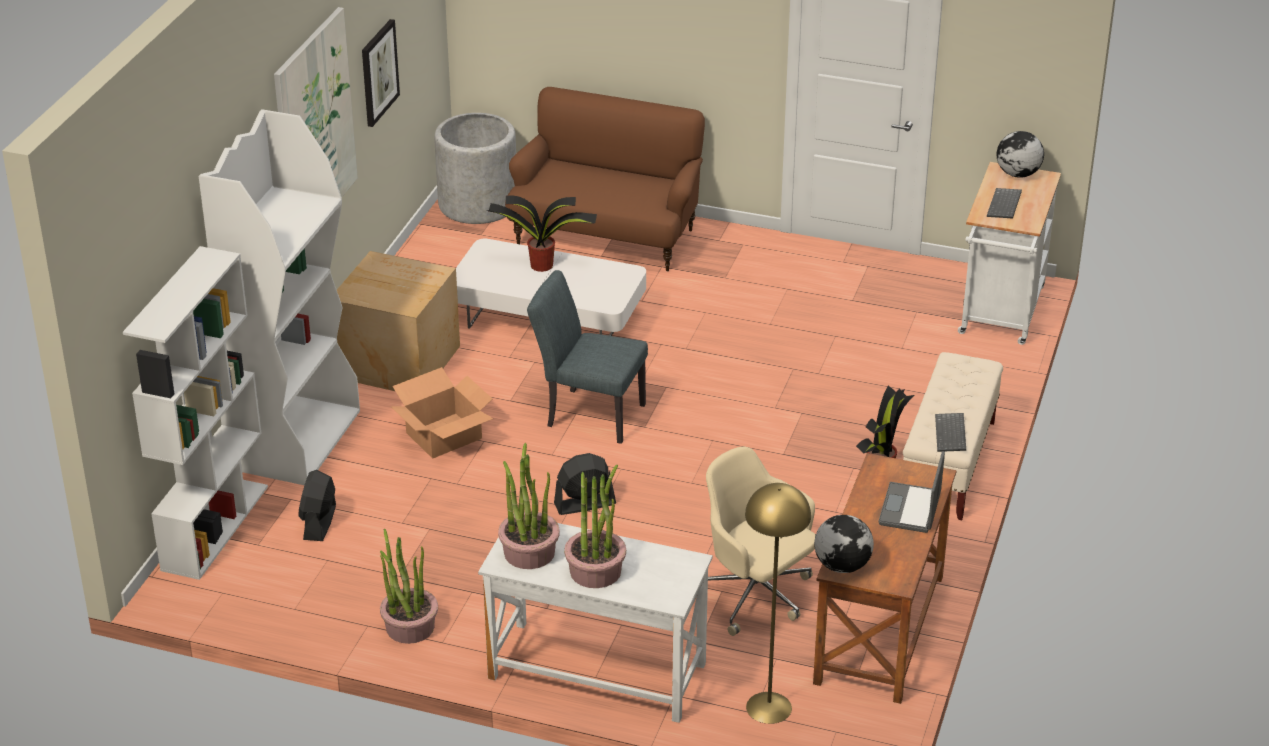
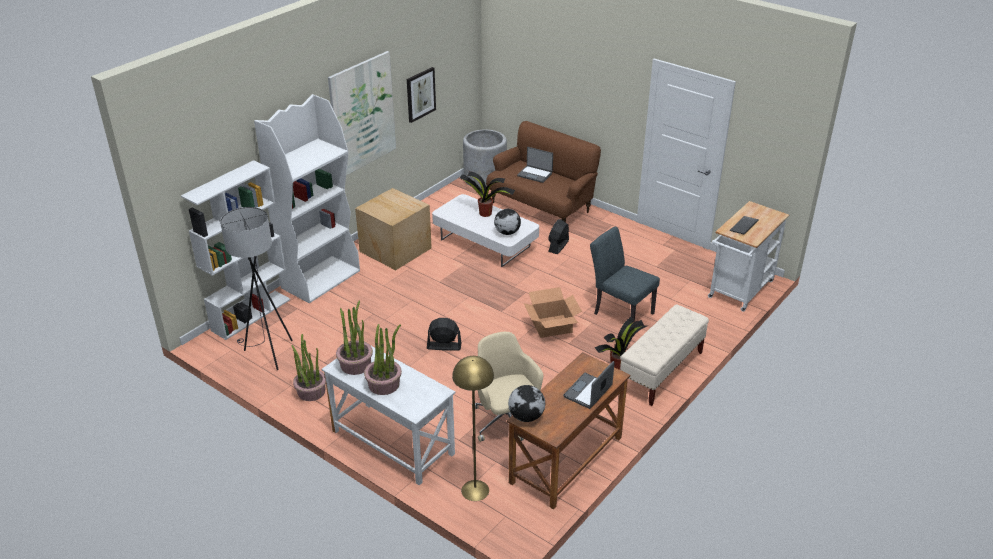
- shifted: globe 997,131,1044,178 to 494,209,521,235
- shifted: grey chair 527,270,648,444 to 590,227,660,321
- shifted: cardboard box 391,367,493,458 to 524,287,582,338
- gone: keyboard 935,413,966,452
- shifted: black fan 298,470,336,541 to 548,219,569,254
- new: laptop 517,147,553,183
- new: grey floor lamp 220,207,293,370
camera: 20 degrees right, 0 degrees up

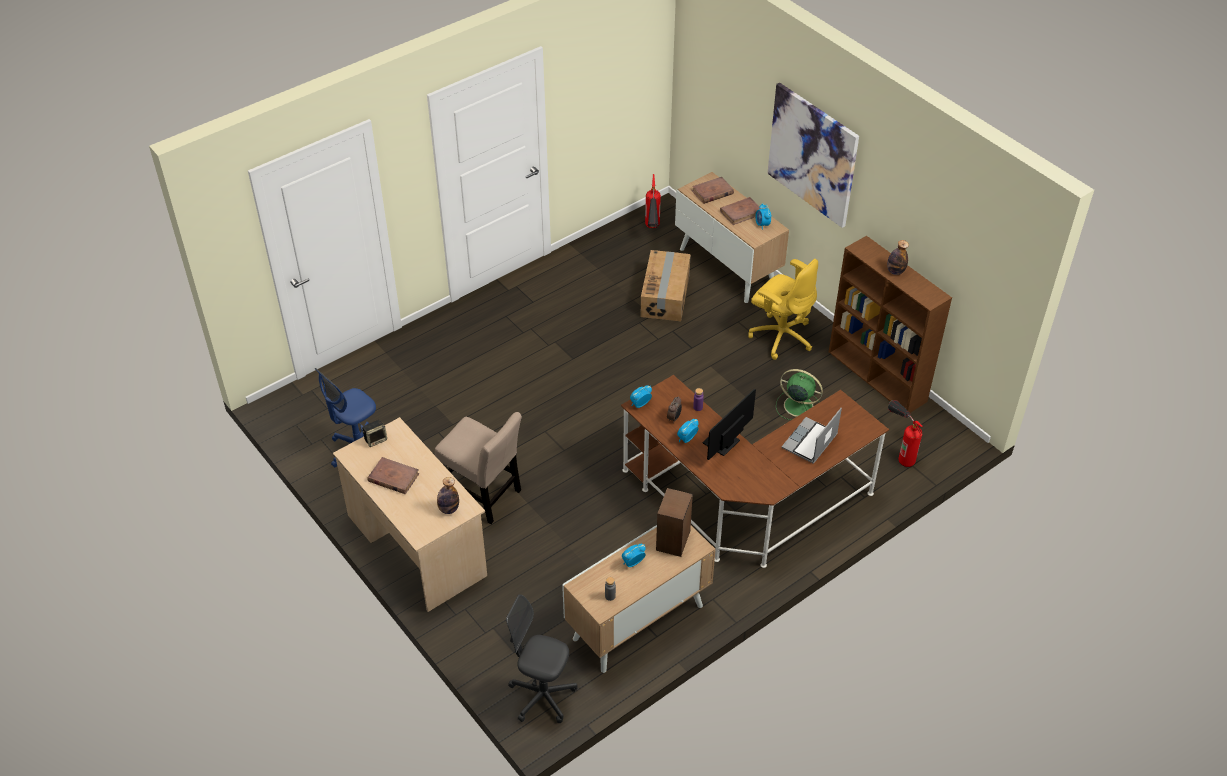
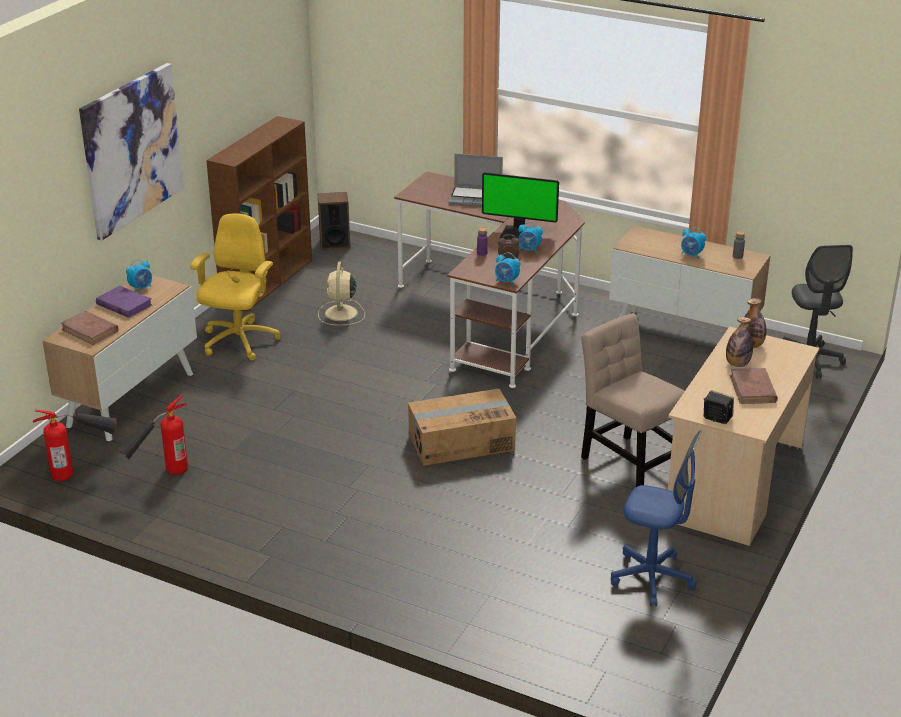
- repainted: brown book 720,197,761,225 to purple book 96,286,152,318
- shifted: bottle 887,240,909,275 to 726,317,753,367
- shifted: cardboard box 640,250,691,321 to 408,389,516,466
- repainted: green fan 776,369,823,420 to beige fan 318,261,365,325
- shifted: fire extinguisher 888,400,923,467 to 117,395,188,475
- rotated: beige chair 434,412,522,524 = 581,313,685,487 45 degrees counterclockwise
- shifted: speaker 656,488,693,557 to 318,192,350,250
camera: 115 degrees left, 15 degrees down

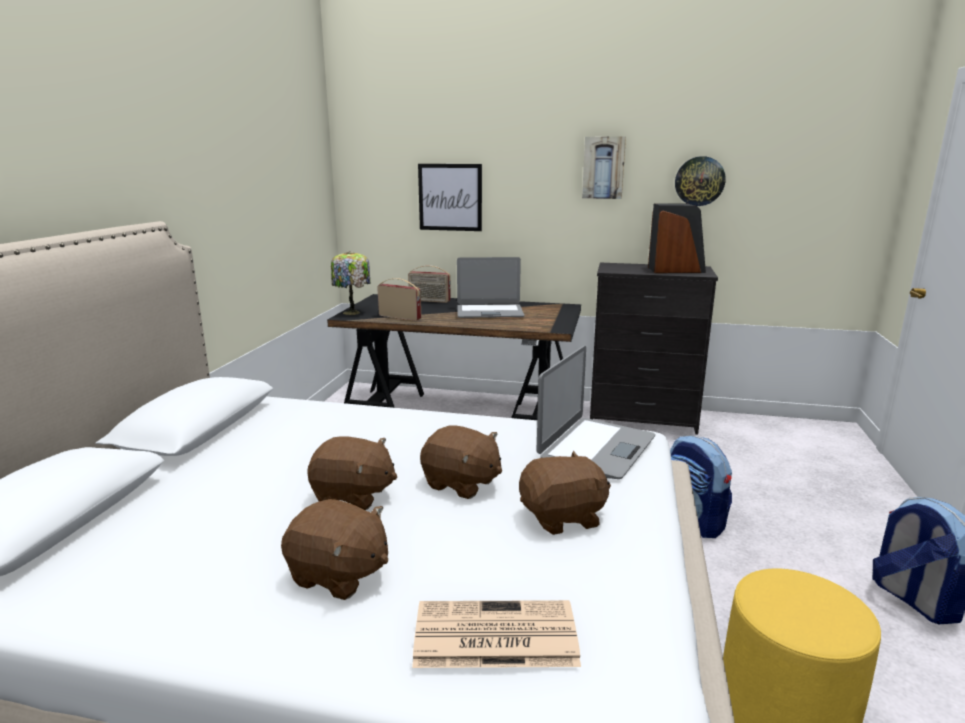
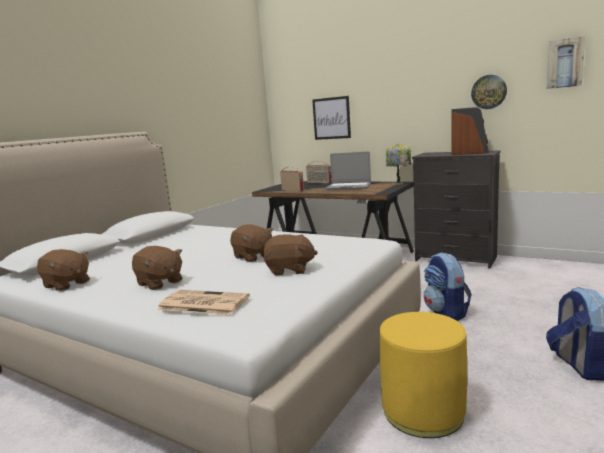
- shifted: picture 582,136,626,199 to 547,36,585,89
- shifted: table lamp 331,251,371,315 to 386,144,411,185
- gone: laptop 536,346,655,479
- shifted: brown plush toy 307,436,397,510 to 37,249,90,291
camera: 20 degrees right, 5 degrees down

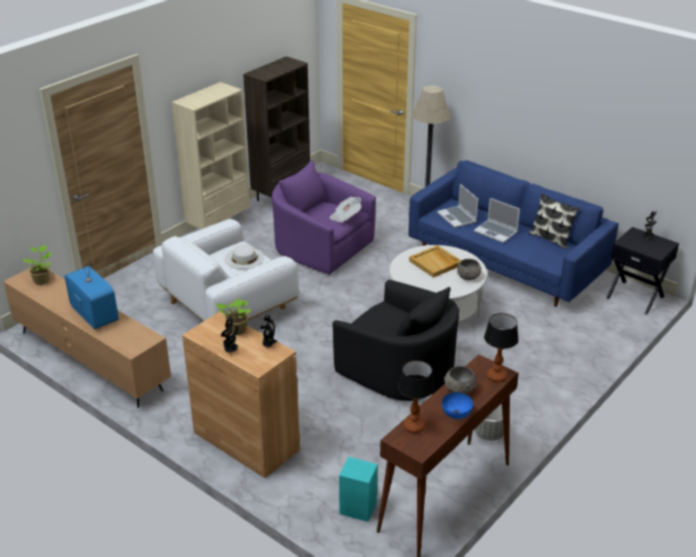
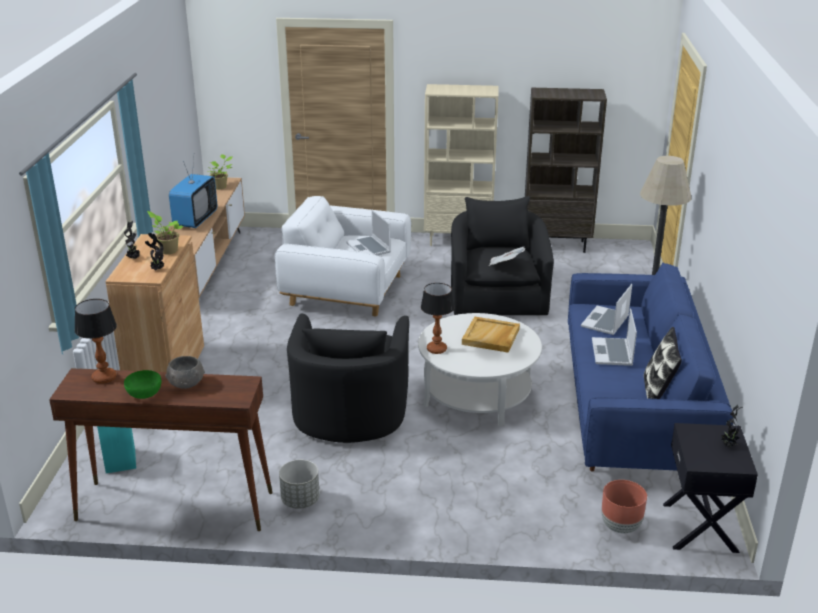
- repainted: purple armchair 272,160,376,275 to black armchair 451,196,554,315
- swapped: white hat 224,245,264,269 to laptop 346,209,391,256
- gone: grey bowl 457,259,481,280
- shifted: table lamp 484,313,519,382 to 421,283,455,354
- repainted: blue bowl 442,393,473,419 to green bowl 124,370,161,399
- new: brown planter 601,480,647,534
camera: 55 degrees right, 5 degrees down

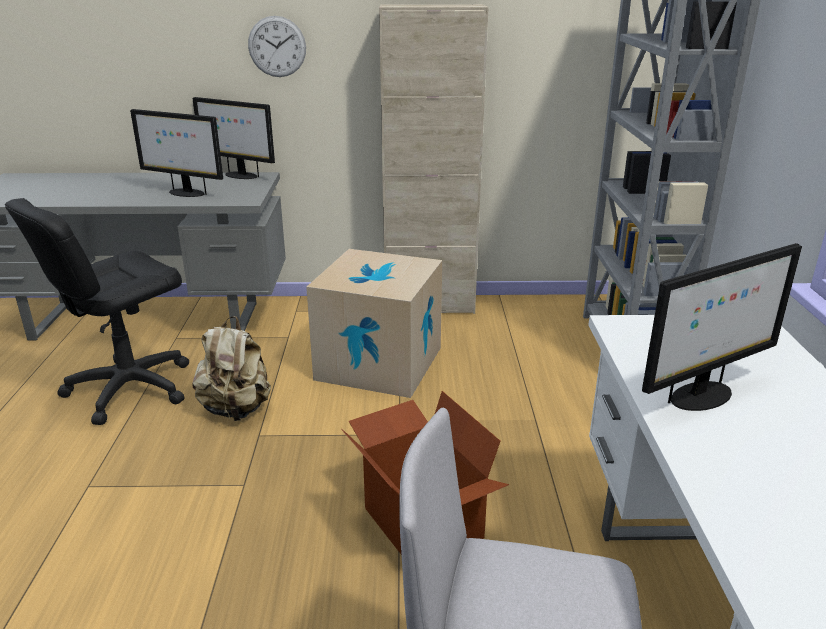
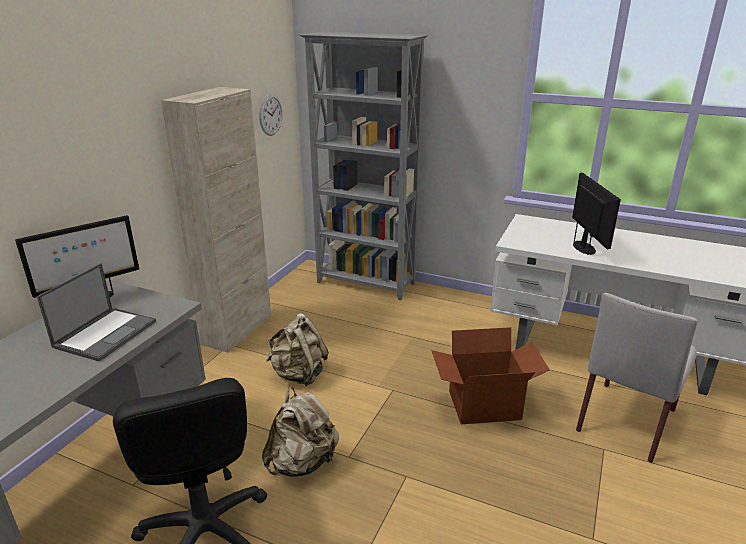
- shifted: wall clock 248,16,306,77 to 259,94,283,136
- swapped: monitor 130,109,223,197 to laptop 37,263,156,362
- swapped: cardboard box 306,249,442,398 to beige backpack 266,313,329,386
camera: 65 degrees left, 0 degrees up

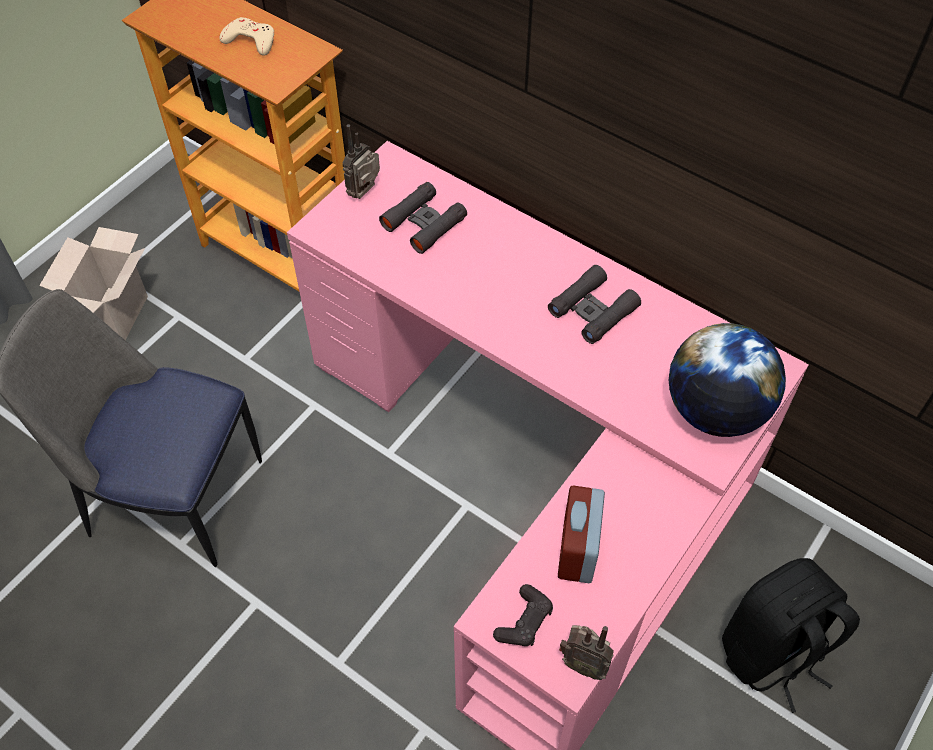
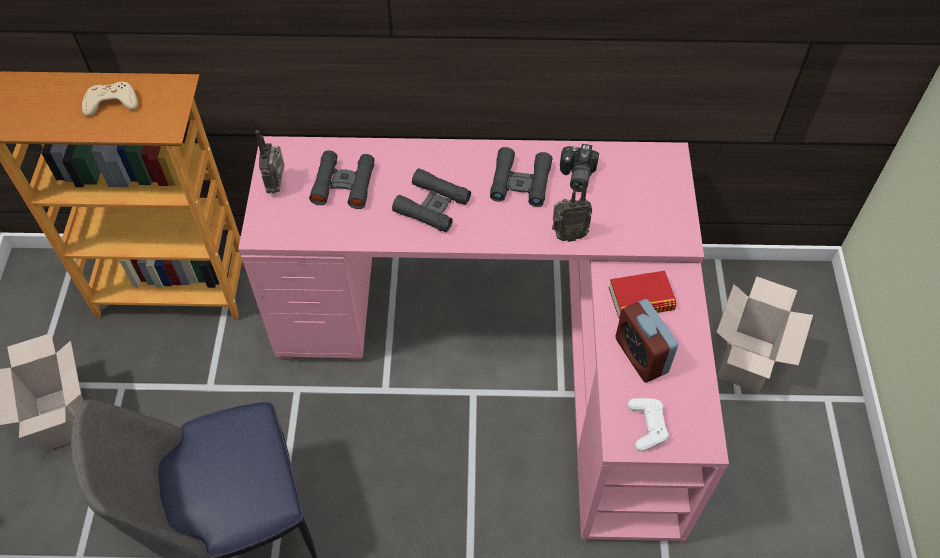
- gone: globe 669,323,786,437
- swapped: black backpack 722,558,860,713 to cardboard box 716,276,813,393
- repainted: black game controller 493,584,553,646 to white game controller 628,398,669,451
- shifted: radio 559,625,614,680 to 552,178,592,242
- new: photo camera 560,144,599,192
- new: black binoculars 392,168,471,232
- new: book 609,271,676,319
camera: 35 degrees left, 0 degrees up

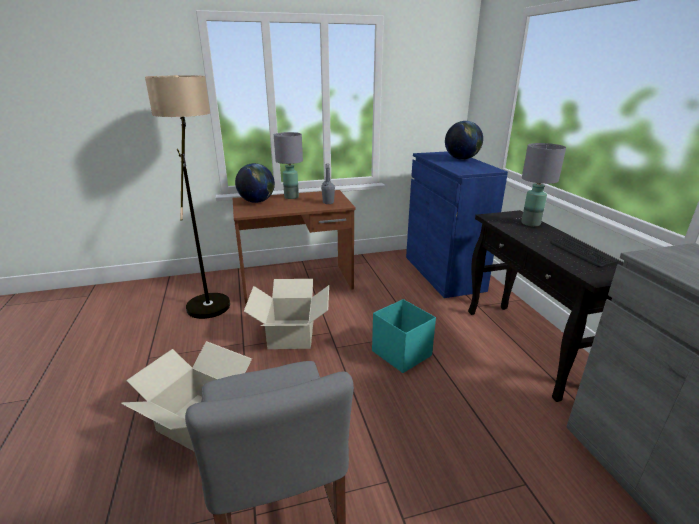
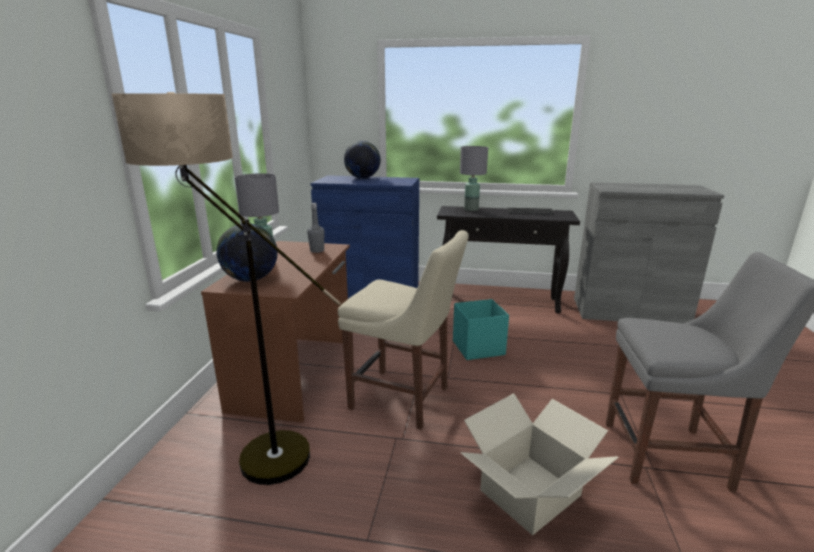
- swapped: cardboard box 244,279,329,349 to beige chair 338,230,469,429
camera: 65 degrees left, 5 degrees down

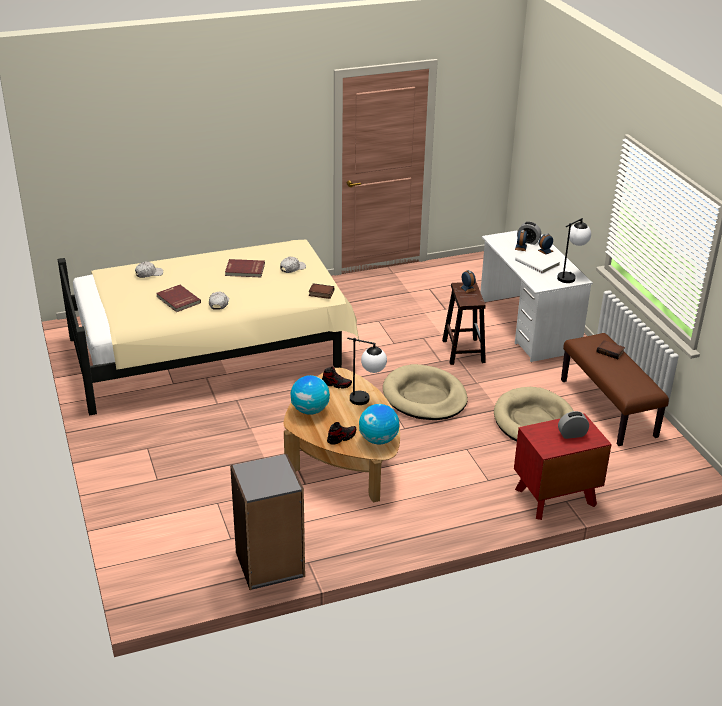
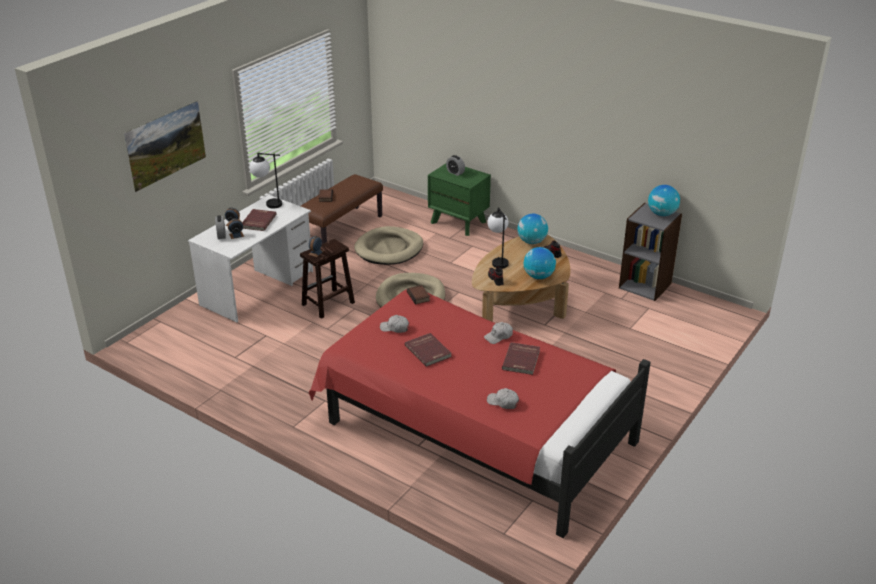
- repainted: beige bed 58,240,360,415 to red bed 308,289,651,538
- repainted: white book 515,249,560,274 to red book 242,209,277,231
- repainted: red nightstand 514,413,612,520 to green nightstand 428,164,491,236
- new: picture 124,101,206,192
- new: globe 648,185,680,216
camera: 125 degrees left, 0 degrees up

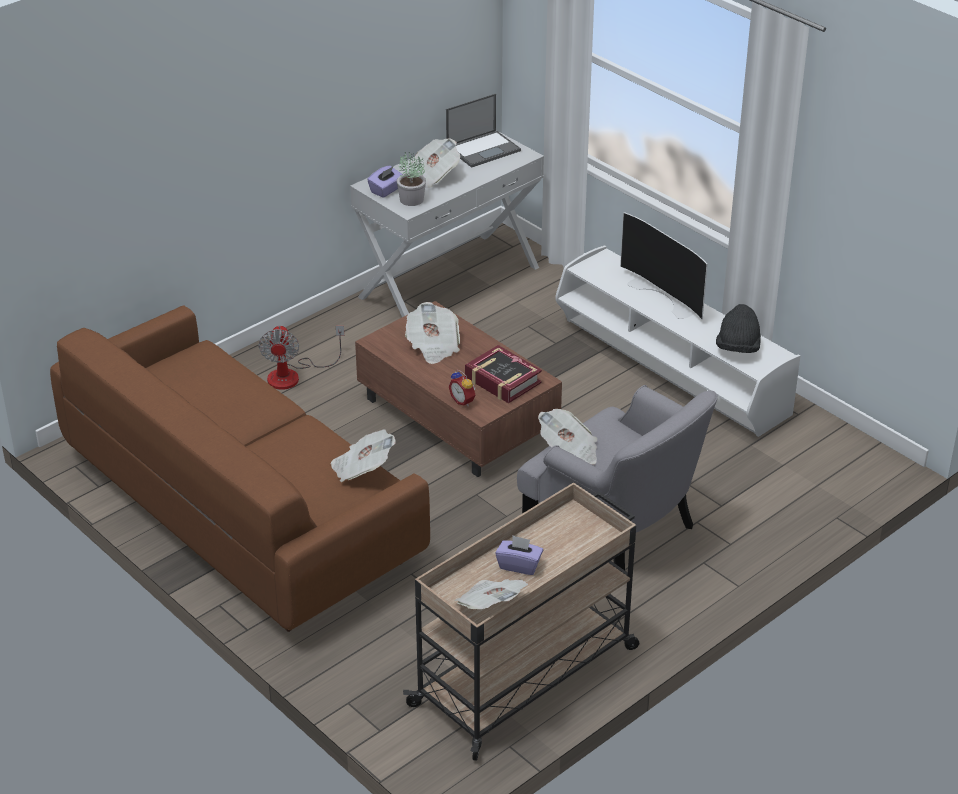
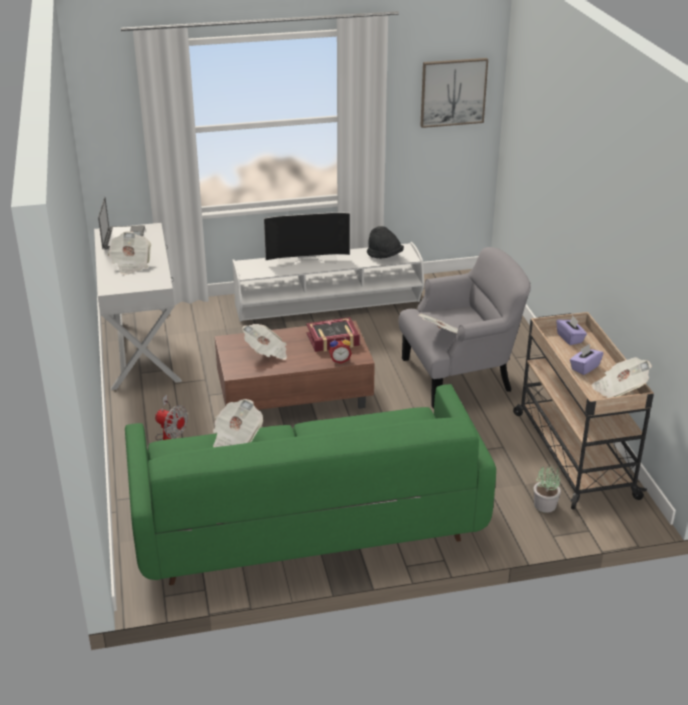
- shifted: potted plant 397,152,426,206 to 534,465,561,513
- shifted: purple tissue box 367,166,403,198 to 556,316,587,345
- repainted: brown sofa 50,305,430,632 to green sofa 125,384,496,585
- shifted: newspaper 331,430,396,482 to 213,399,263,447
- new: picture 421,58,488,128
camera: 60 degrees left, 5 degrees down

